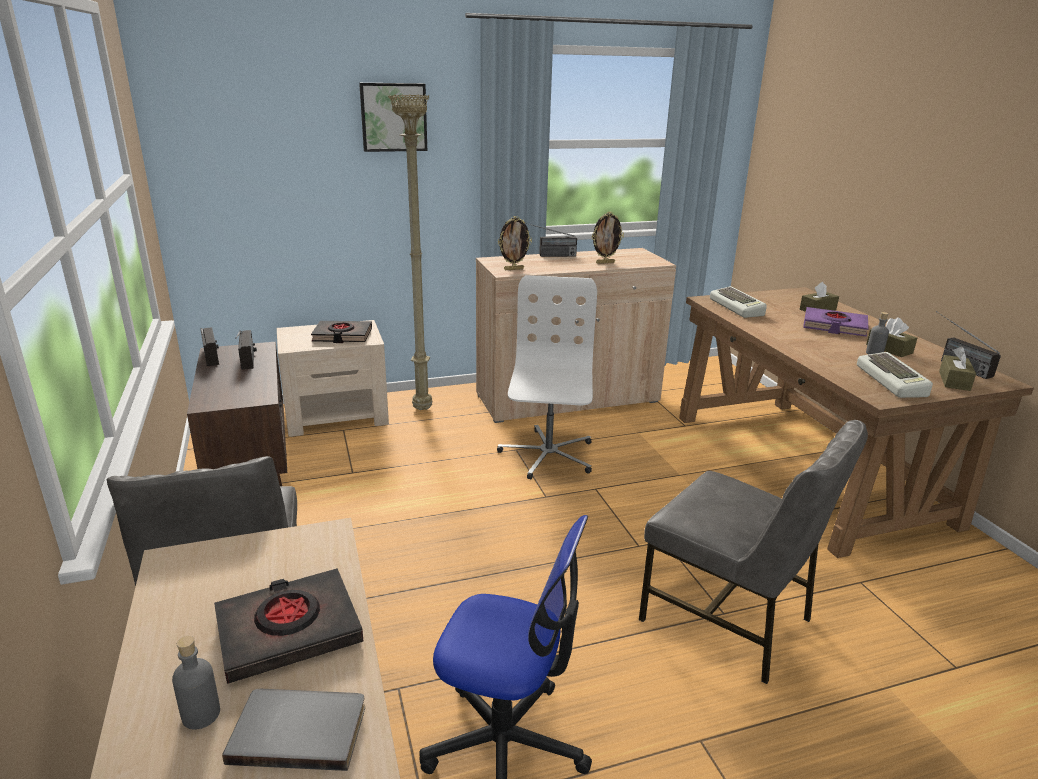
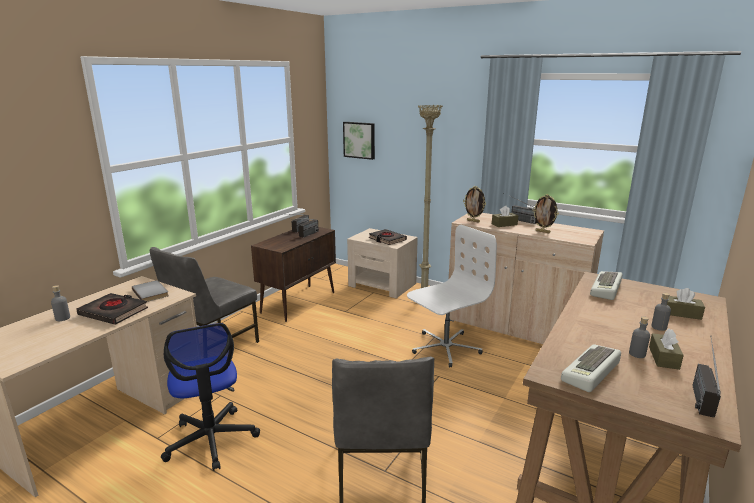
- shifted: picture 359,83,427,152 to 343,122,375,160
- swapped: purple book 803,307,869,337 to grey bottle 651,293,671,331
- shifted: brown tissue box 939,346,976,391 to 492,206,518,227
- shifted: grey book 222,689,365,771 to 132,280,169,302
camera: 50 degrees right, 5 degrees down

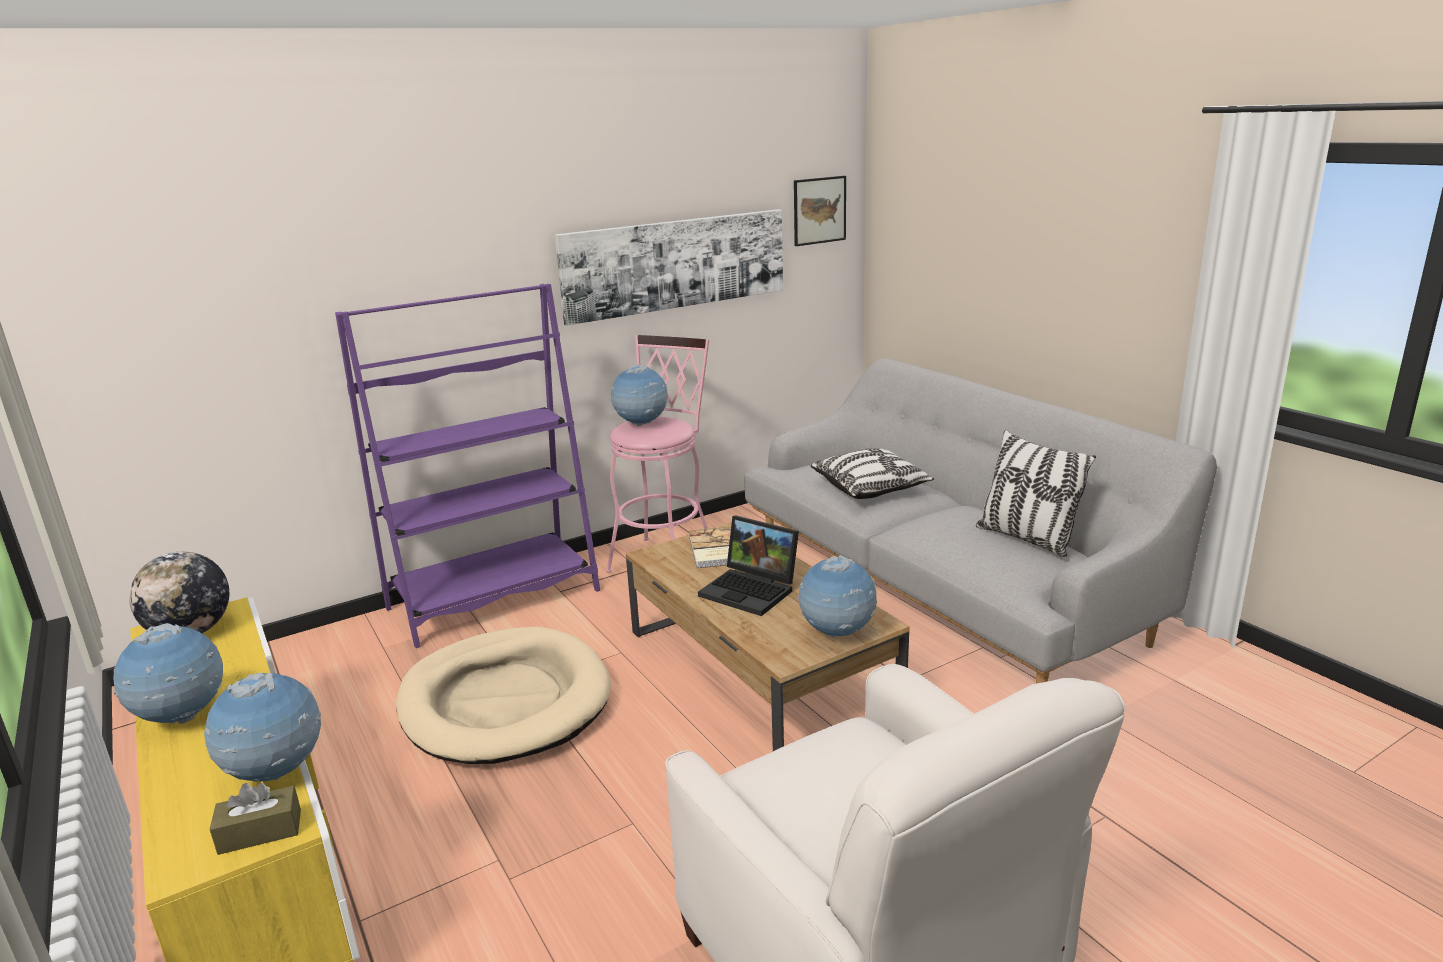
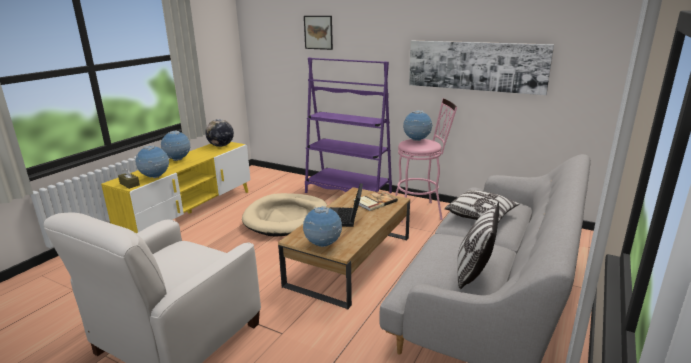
- shifted: picture 794,176,846,246 to 304,16,333,50
camera: 60 degrees right, 0 degrees up

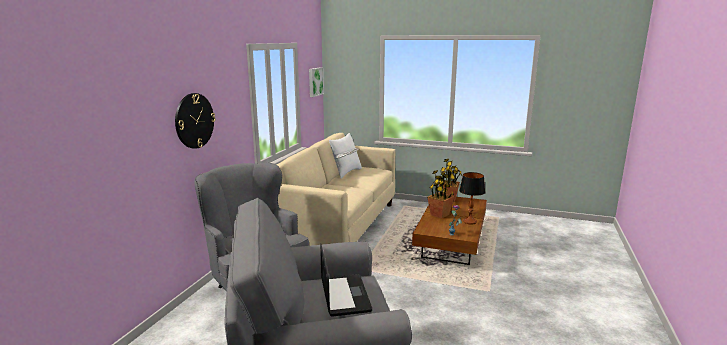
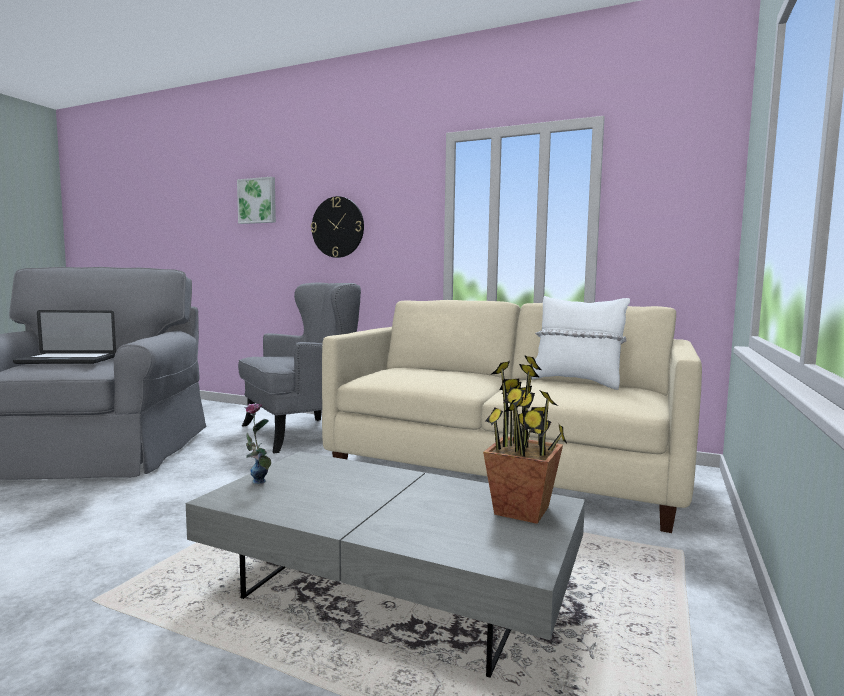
- shifted: picture 309,67,324,97 to 237,177,276,224
- gone: potted plant 427,170,454,219
- gone: table lamp 459,172,485,224
- repainted: brown coffee table 412,197,487,265 to grey coffee table 186,451,585,678
camera: 95 degrees right, 10 degrees down

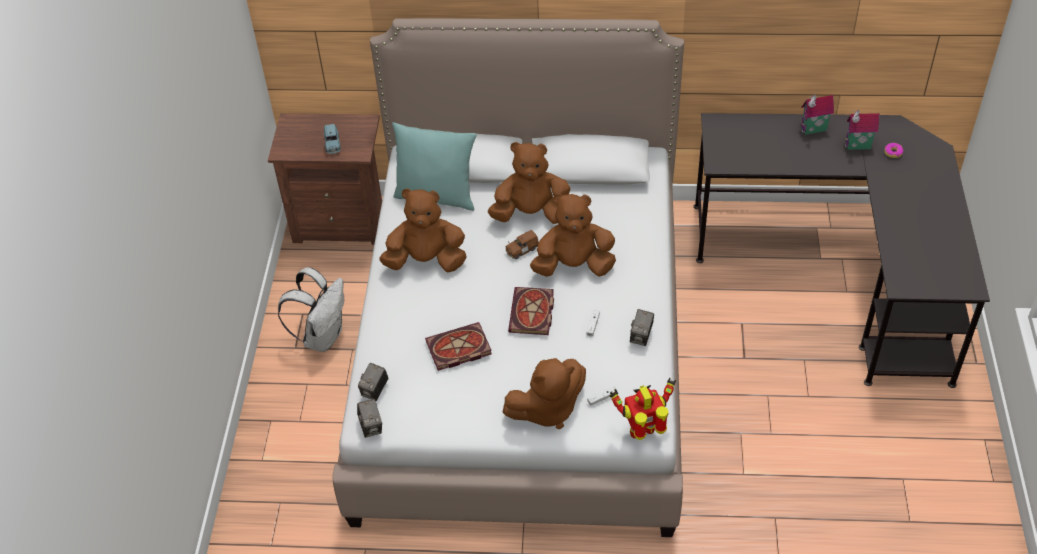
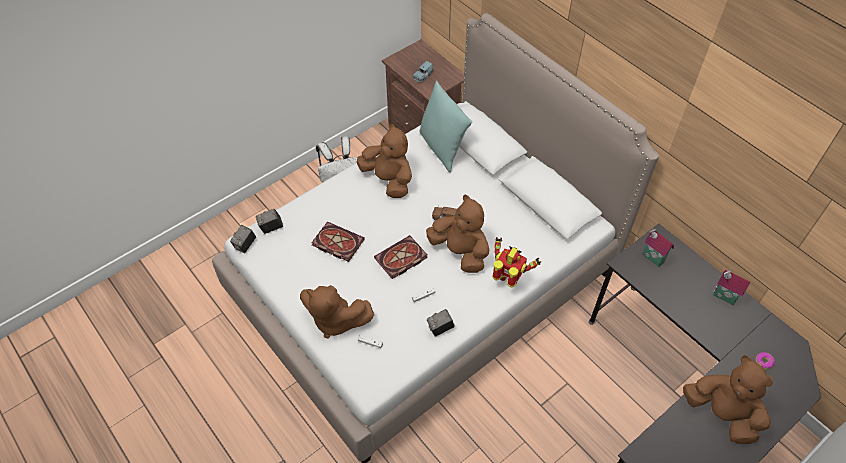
- shifted: toy house 845,110,880,150 to 642,226,674,267
- shifted: brown plush toy 488,142,570,224 to 683,355,773,444
- shifted: toy robot 609,378,676,440 to 492,237,541,287
camera: 45 degrees right, 5 degrees up

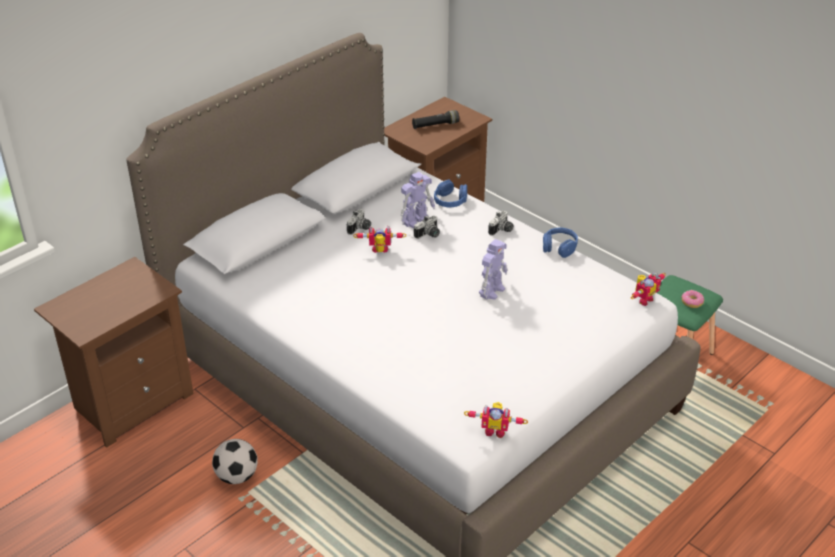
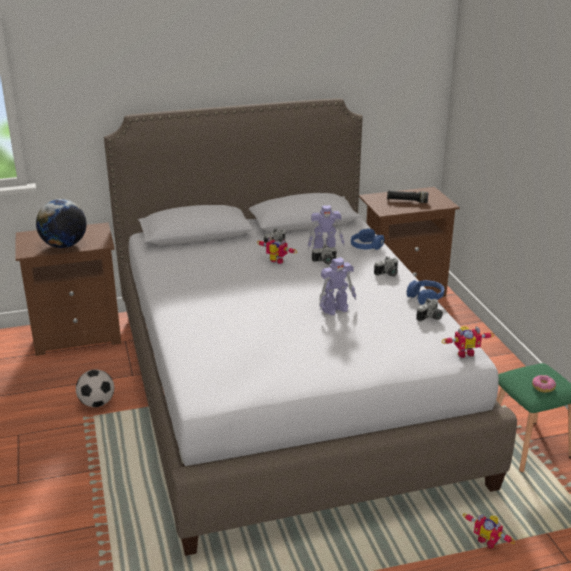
- shifted: toy robot 464,402,528,438 to 463,513,515,549
- new: globe 36,199,86,248
- new: photo camera 416,298,443,322
camera: 30 degrees right, 10 degrees down

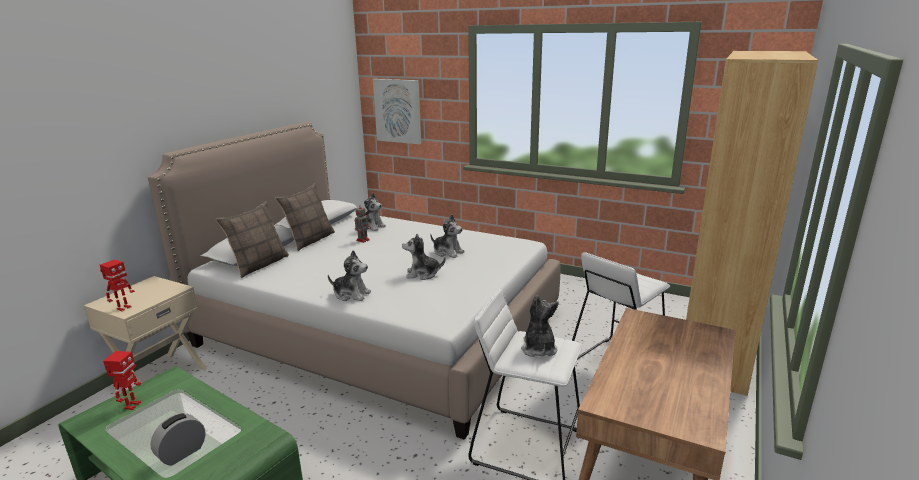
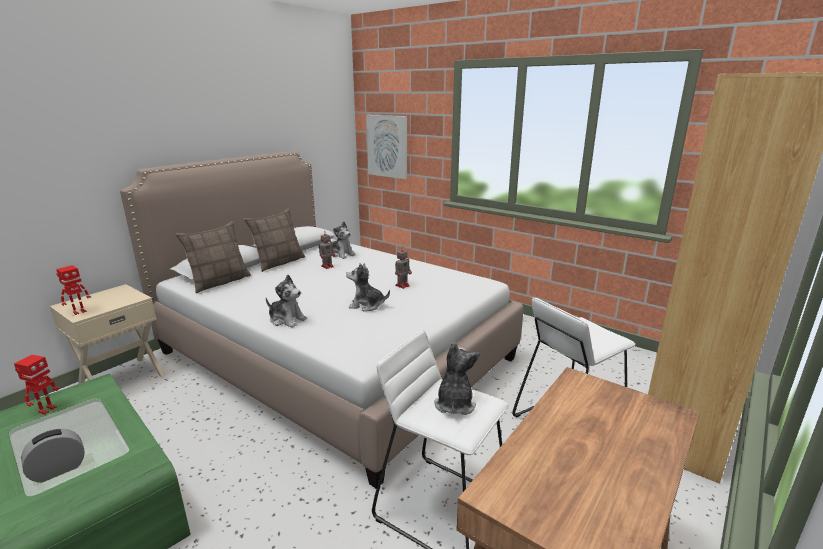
- swapped: plush toy 430,215,465,258 to toy robot 395,246,412,289
camera: 10 degrees right, 0 degrees up

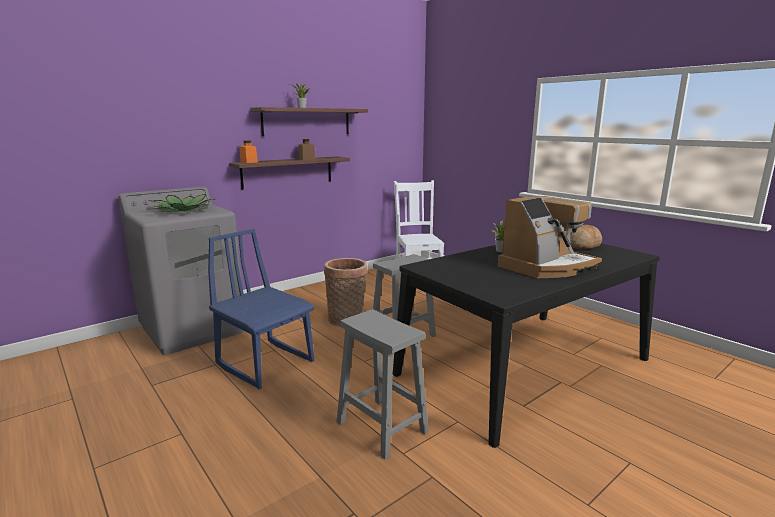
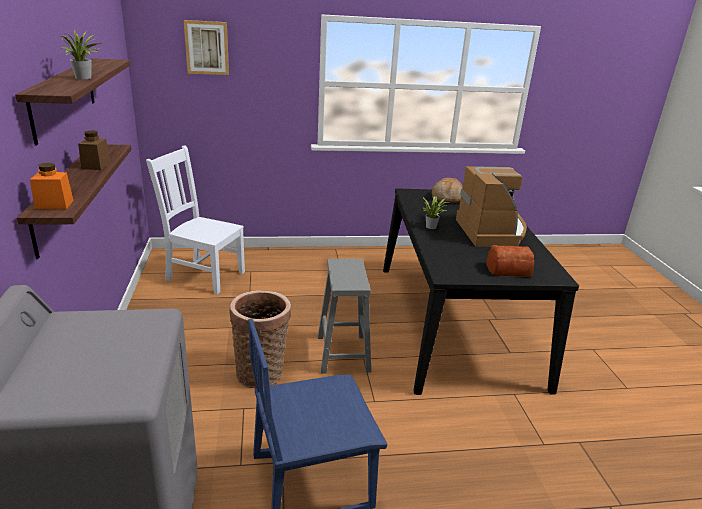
- gone: potted plant 150,194,215,212
- gone: grey stool 337,309,429,459
- new: picture 184,20,229,75
- new: bread 486,245,534,277
camera: 60 degrees left, 10 degrees up

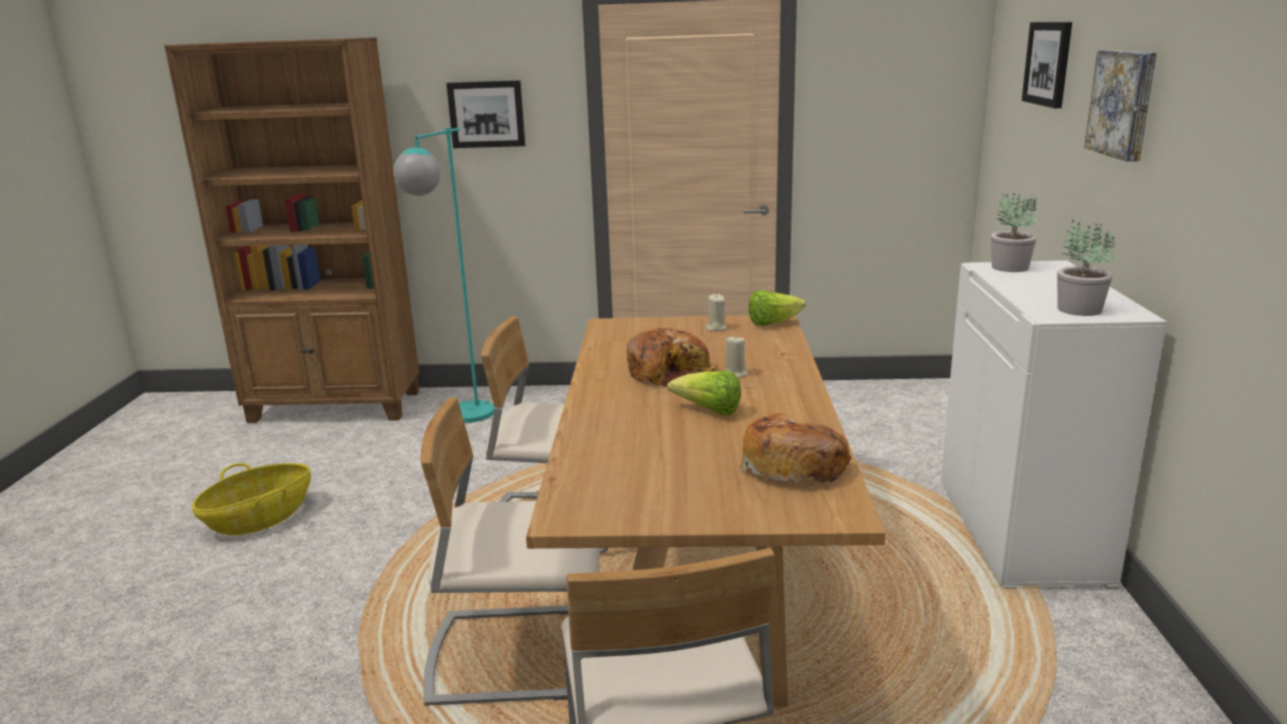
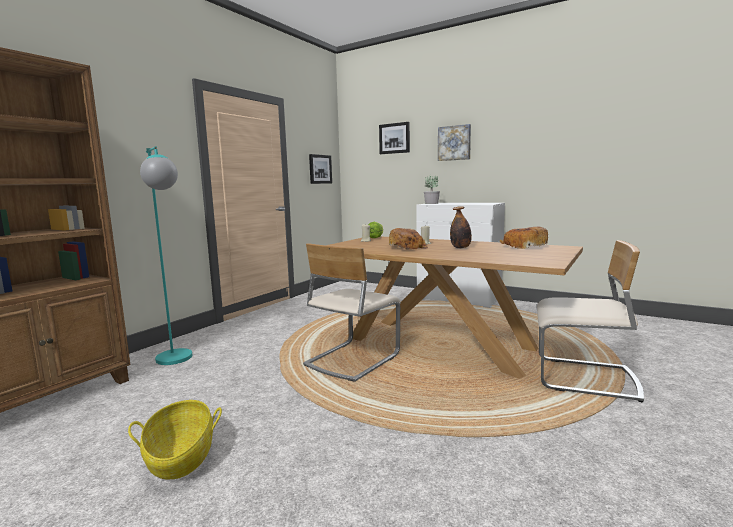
- shifted: picture 446,80,525,148 to 309,154,332,184
- gone: potted plant 1057,219,1116,316
- swapped: lettuce 667,371,741,416 to bottle 450,206,472,248
- gone: beige chair 421,397,600,706
camera: 60 degrees left, 10 degrees down

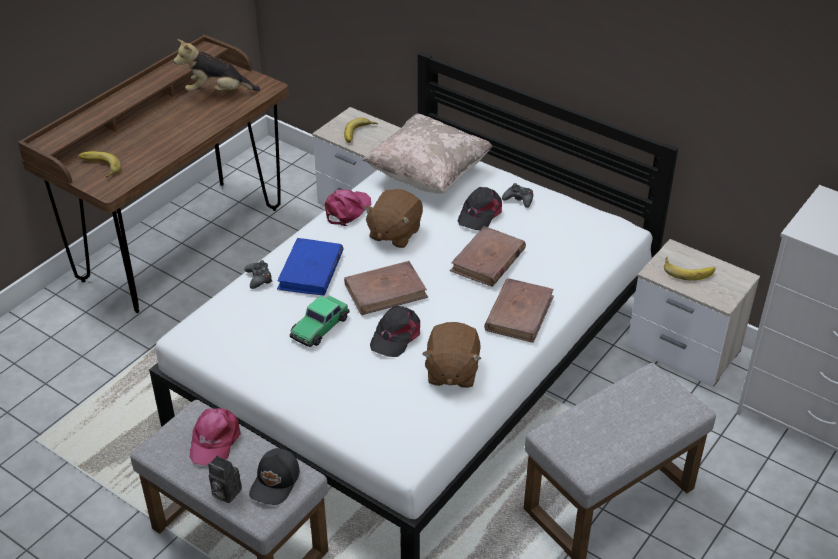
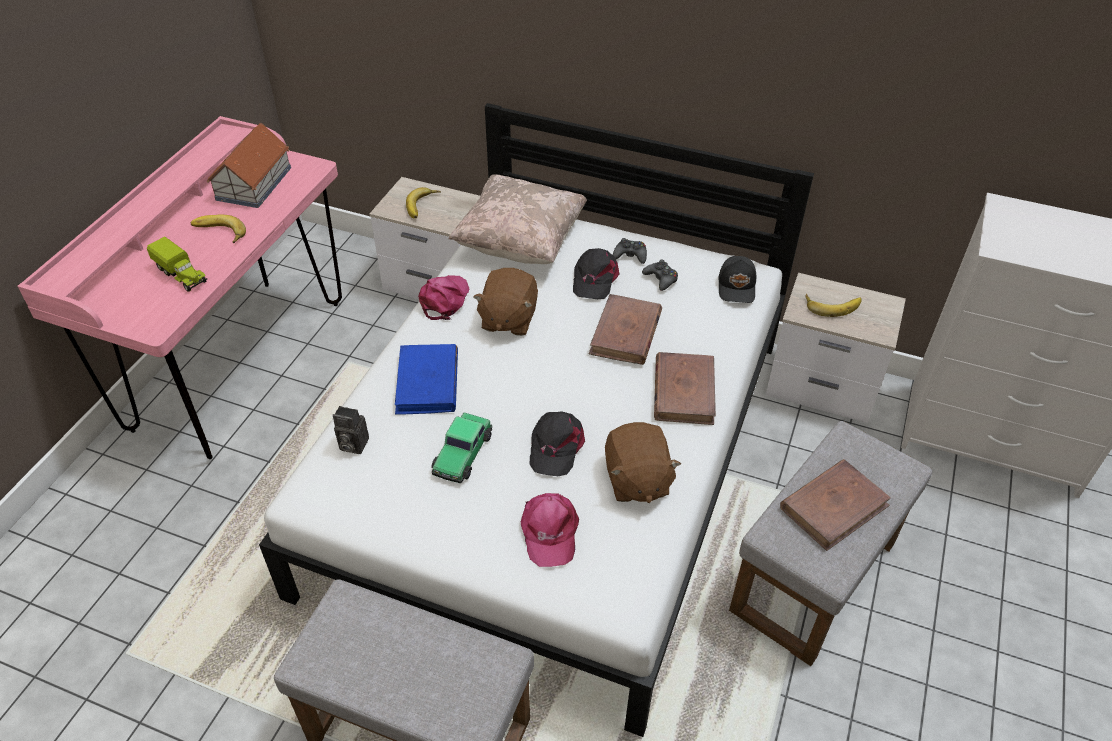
- repainted: brown desk 18,34,288,313 to pink desk 18,116,342,459
- swapped: plush toy 174,39,261,91 to toy house 207,123,291,208
- shifted: banana 79,151,121,178 to 191,214,246,243
- shifted: black game controller 244,260,273,289 to 642,259,678,291
- shifted: brown book 344,261,428,315 to 780,459,891,551
- shifted: pink cap 190,408,241,465 to 521,493,579,567
- shifted: black cap 249,448,300,505 to 718,256,756,303
- shifted: photo camera 208,456,242,503 to 333,406,369,454
- new: toy truck 147,237,207,292
camera: 15 degrees left, 5 degrees up

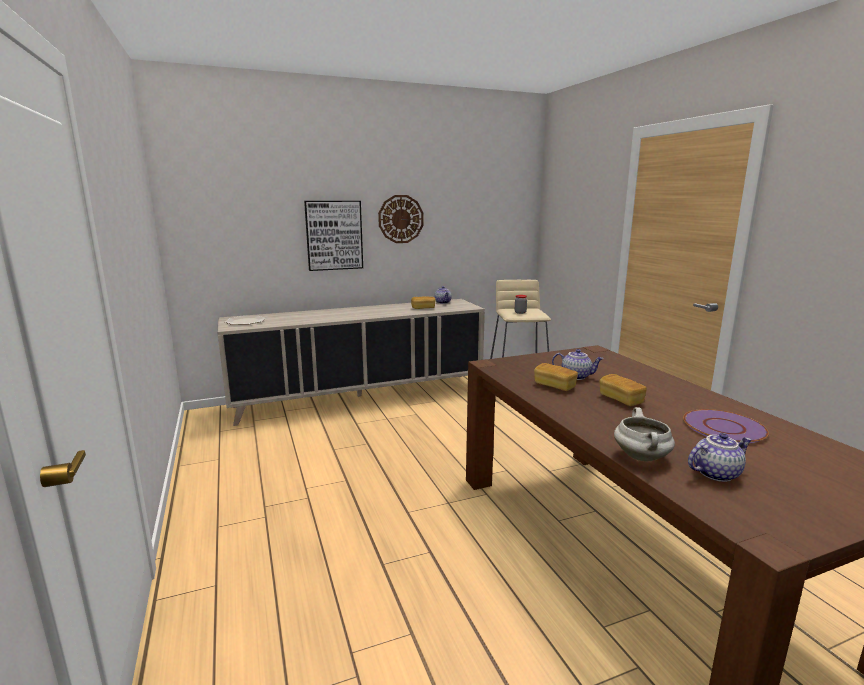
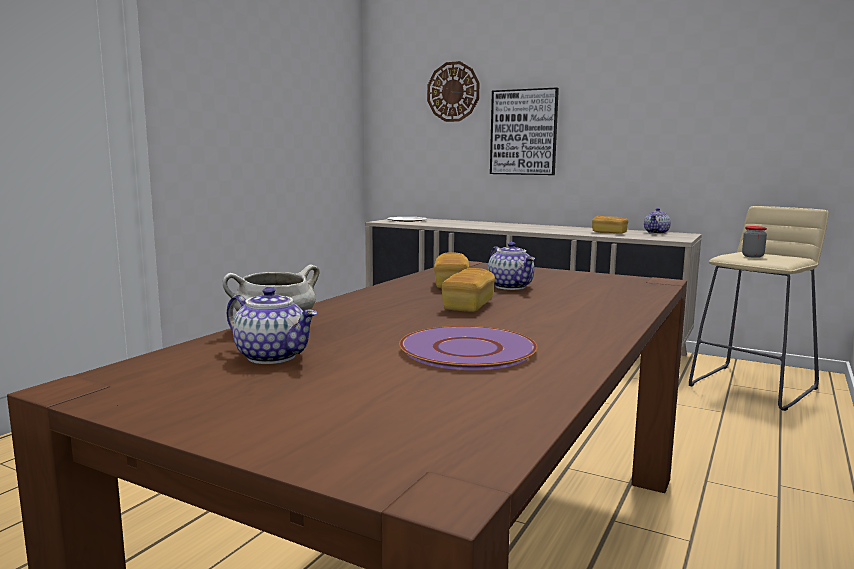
- shifted: wall clock 378,195,423,243 to 427,61,479,122
camera: 50 degrees right, 5 degrees down

